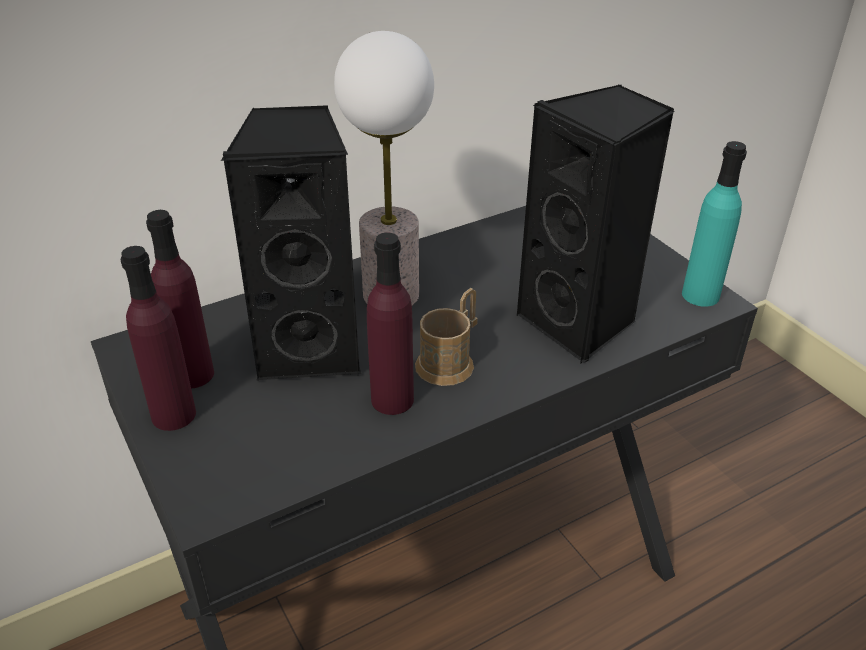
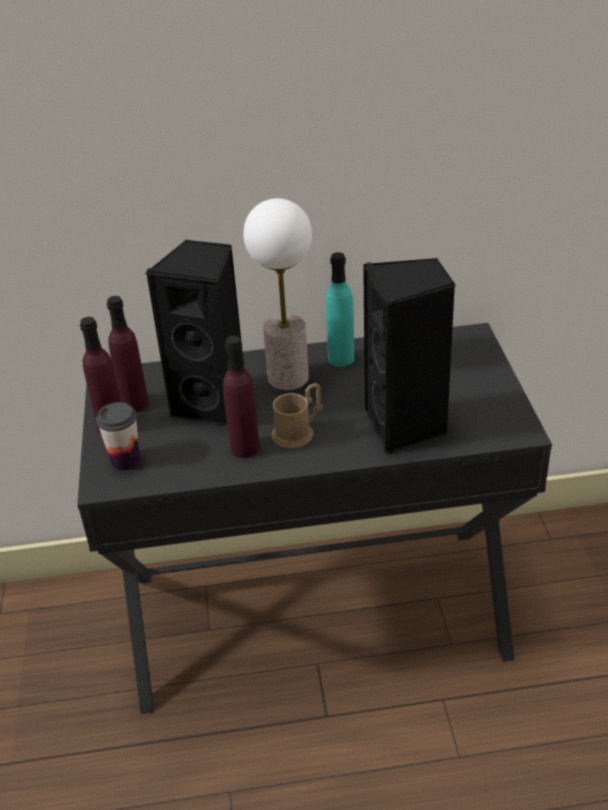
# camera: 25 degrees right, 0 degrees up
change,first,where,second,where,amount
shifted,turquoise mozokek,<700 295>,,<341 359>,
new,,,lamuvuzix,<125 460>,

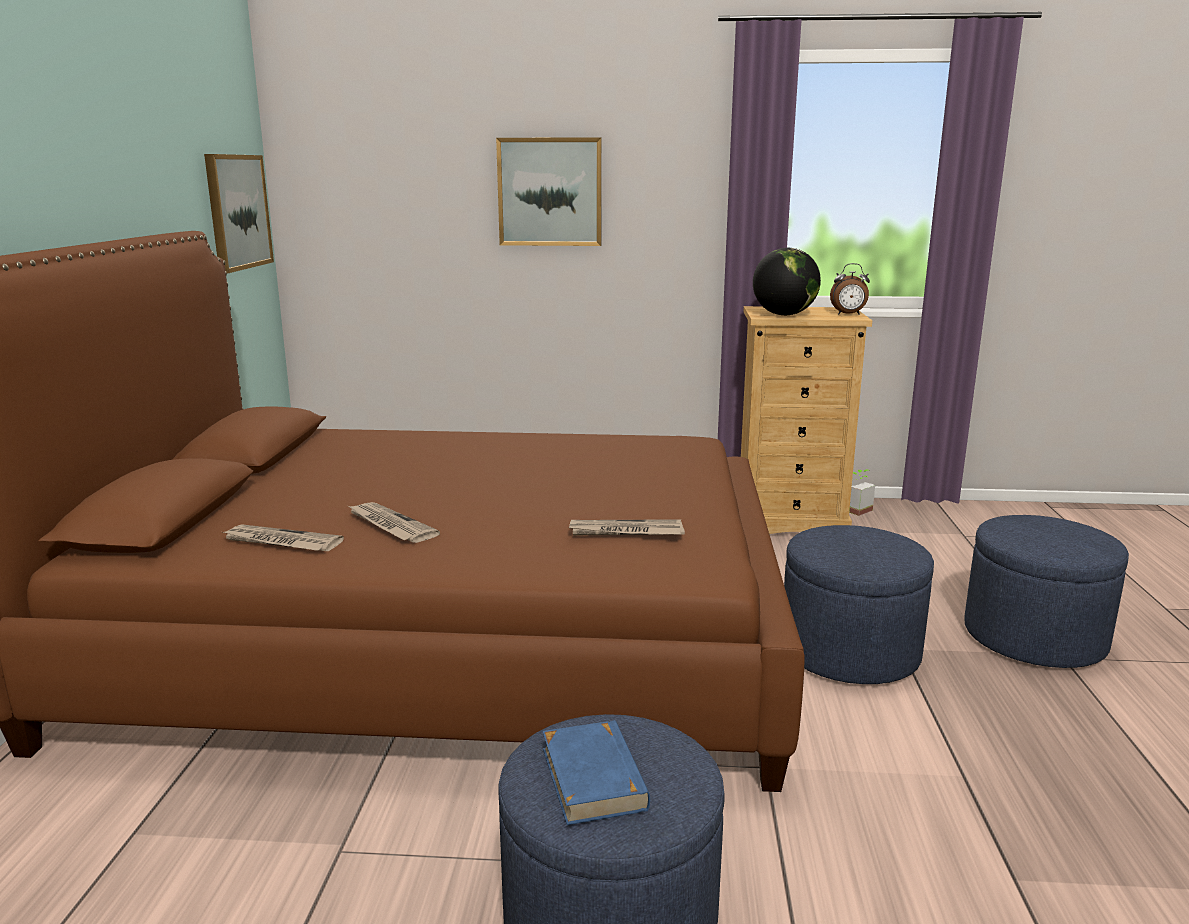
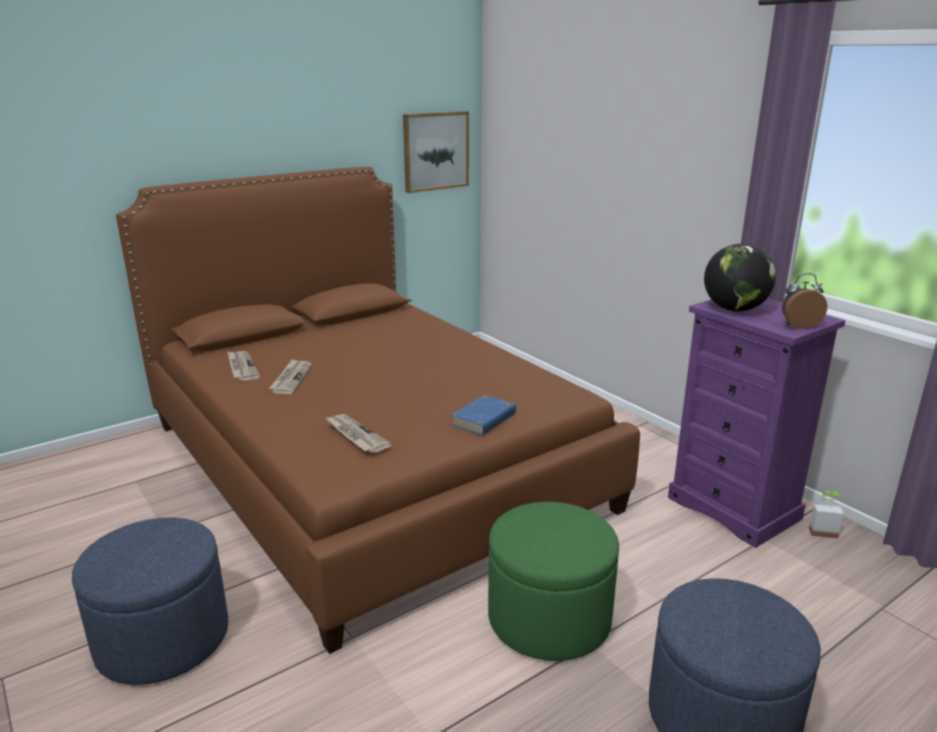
# camera: 50 degrees right, 5 degrees up
change,first,where,second,where,amount
gone,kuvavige,<550 192>,,,
shifted,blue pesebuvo,<594 778>,,<484 419>,
repainted,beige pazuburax,<790 521>,purple pazuburax,<734 508>,
repainted,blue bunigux,<849 651>,green bunigux,<549 618>,
rotated,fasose,<848 314>,,<798 326>,120 degrees clockwise

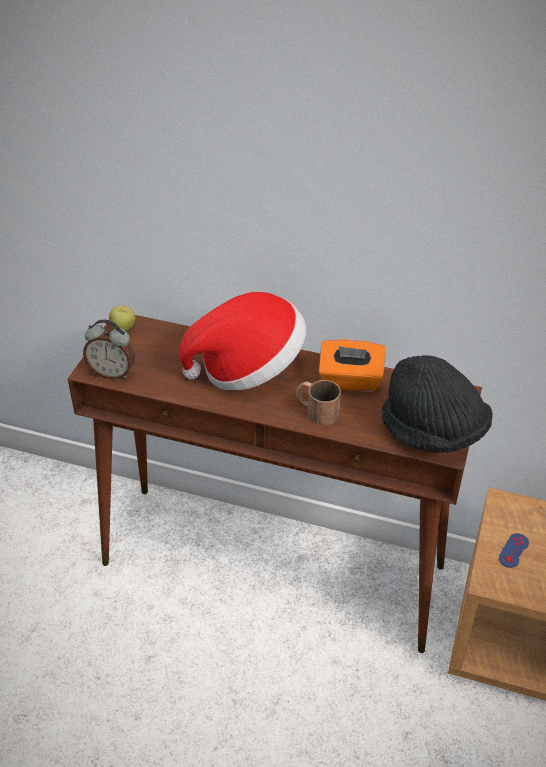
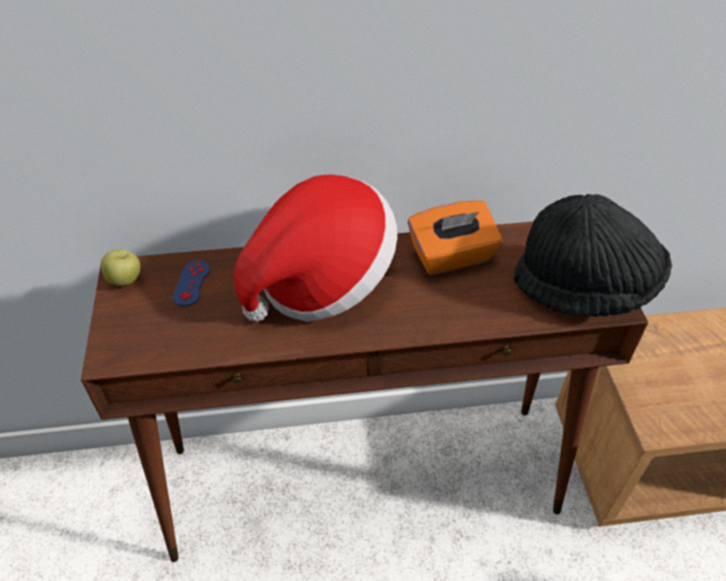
# camera: 25 degrees left, 5 degrees up
change,first,where,second,where,amount
gone,fasose,<112 373>,,,
gone,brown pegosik,<316 410>,,,
shifted,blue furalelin,<513 550>,,<191 283>,

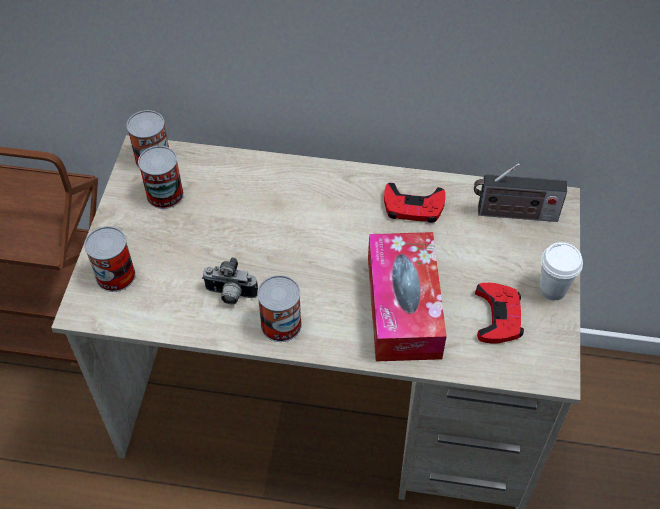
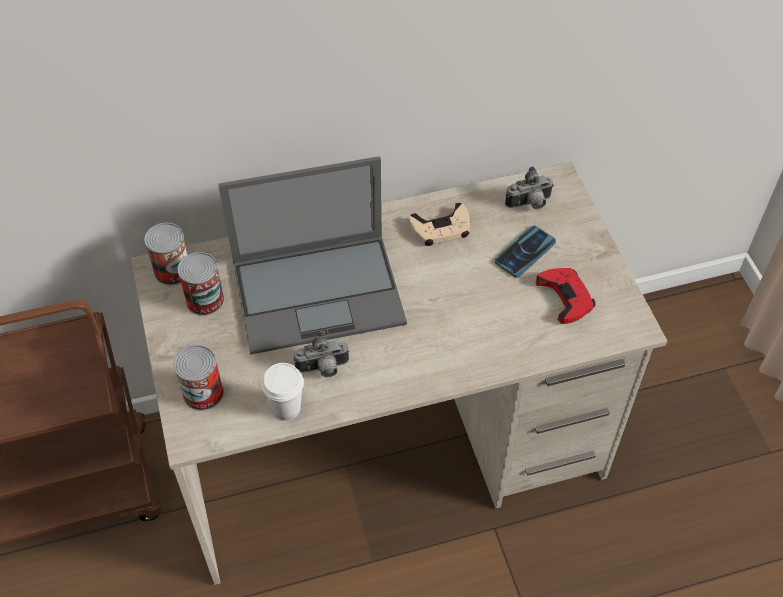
# camera: 25 degrees left, 0 degrees up
change,first,where,second,where,amount
gone,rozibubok,<281 324>,,,
gone,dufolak,<403 307>,,,
repainted,red furalelin,<413 207>,beige furalelin,<441 229>,
swapped,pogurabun,<513 214>,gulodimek,<529 204>,
shifted,white lamuvuzix,<552 289>,,<286 408>,
new,,,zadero,<320 292>,
new,,,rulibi,<525 252>,

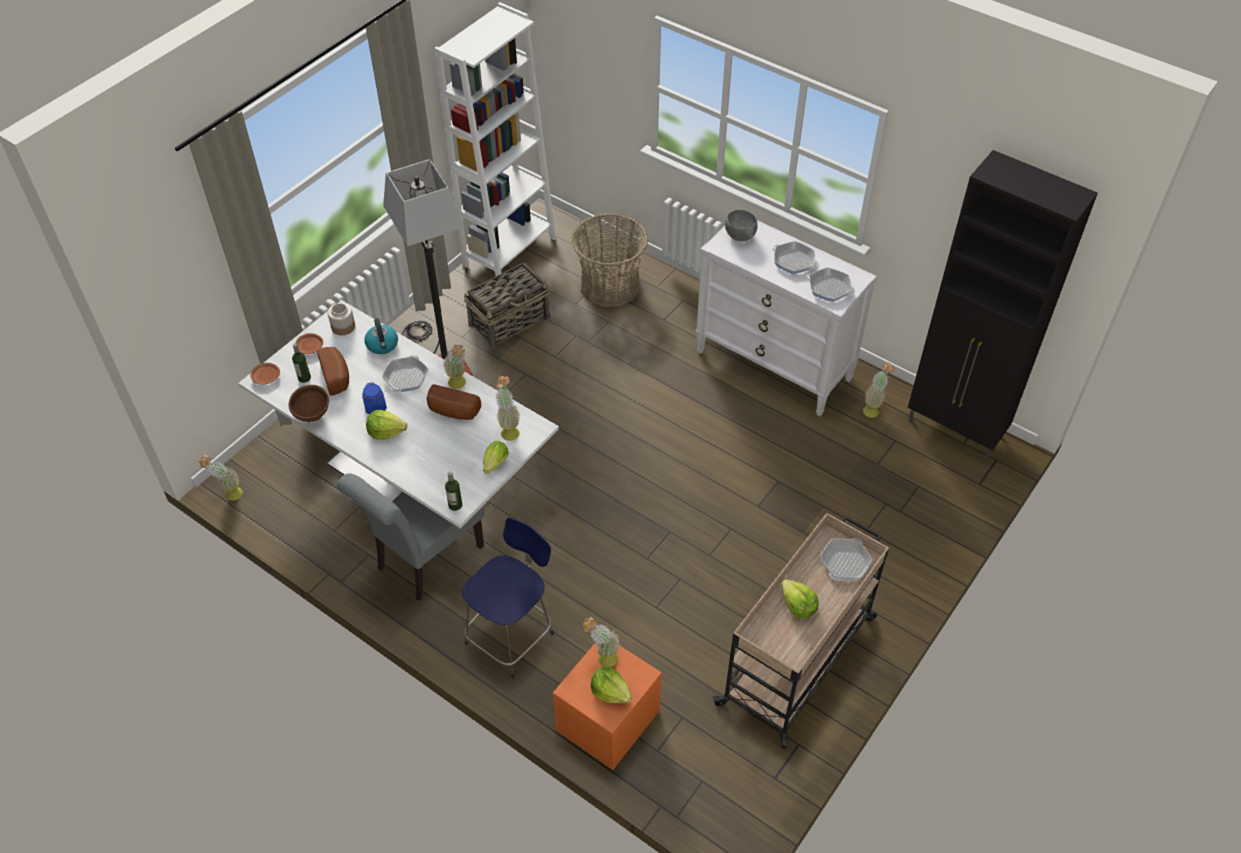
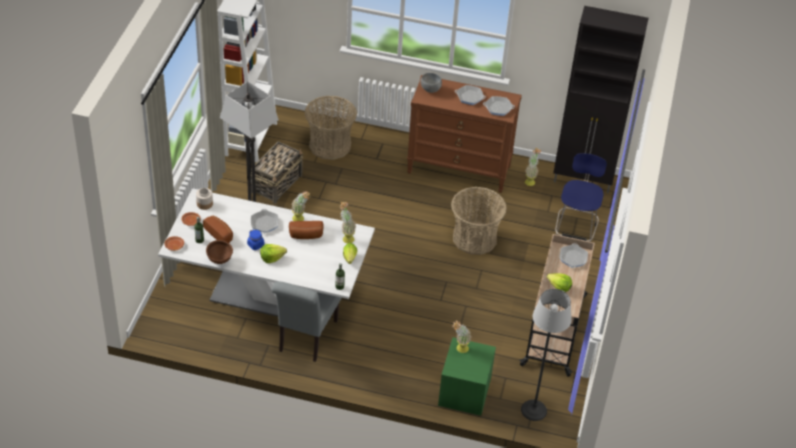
# camera: 25 degrees left, 5 degrees down
change,first,where,second,where,amount
gone,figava,<229 494>,,,
gone,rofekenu,<382 345>,,,
shifted,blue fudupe,<512 636>,,<575 232>,
repainted,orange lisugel,<607 721>,green lisugel,<464 392>,
gone,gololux,<610 691>,,,
repainted,white pazuburax,<774 365>,brown pazuburax,<459 169>,
new,,,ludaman,<474 238>,
new,,,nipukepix,<533 410>,

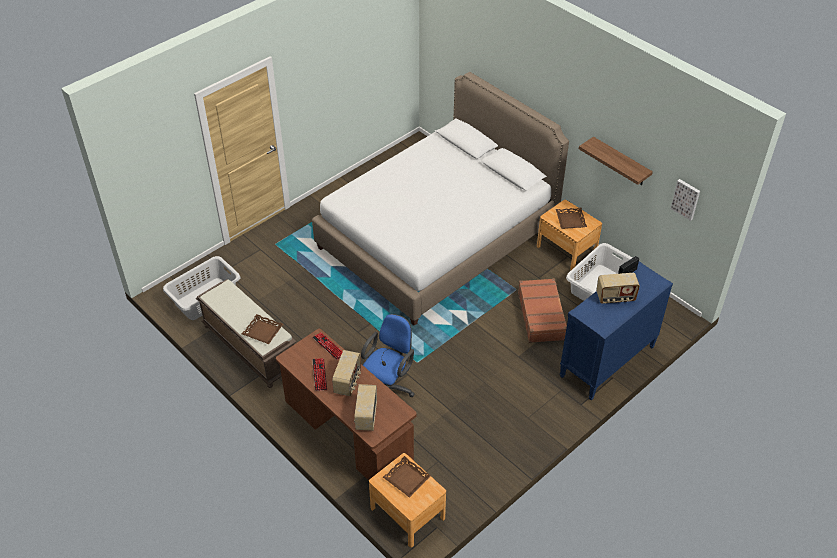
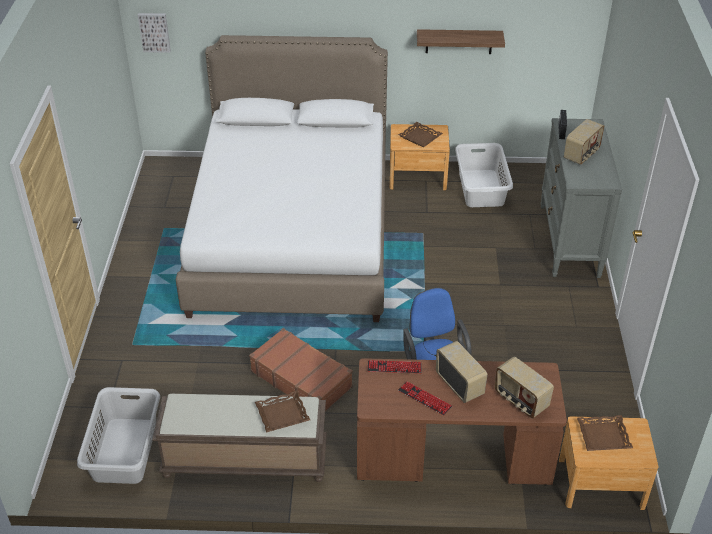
# camera: 45 degrees left, 5 degrees down
change,first,where,second,where,amount
shifted,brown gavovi,<541 316>,,<301 379>,
repainted,blue pazuburax,<607 362>,grey pazuburax,<570 241>,
shifted,kuvavige,<686 199>,,<154 32>,

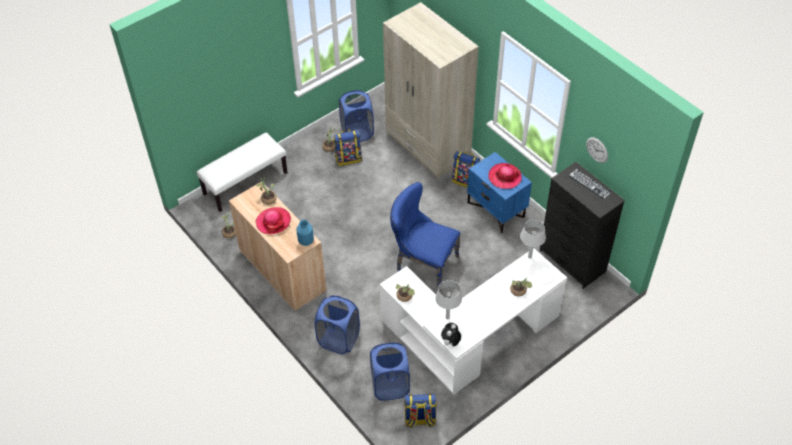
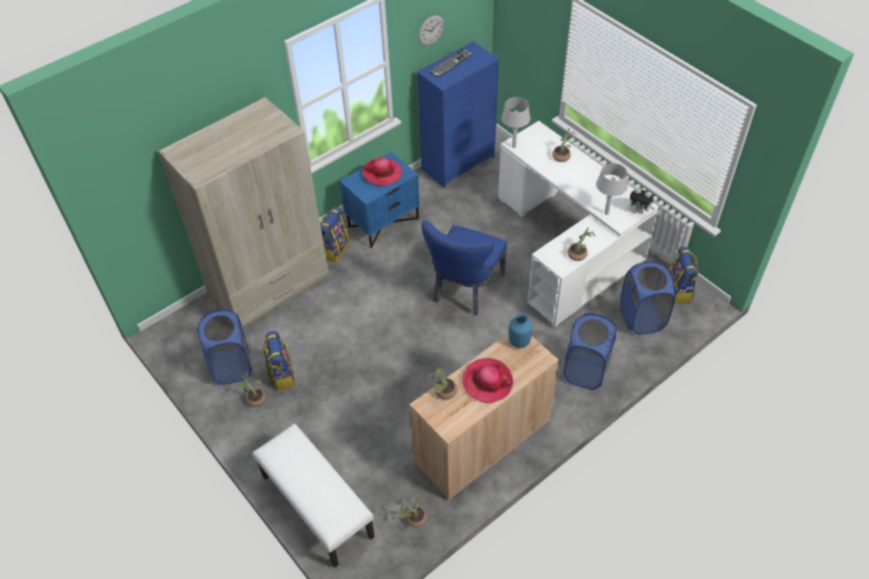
# camera: 90 degrees left, 0 degrees up
change,first,where,second,where,amount
repainted,black pazuburax,<573 261>,blue pazuburax,<459 163>,

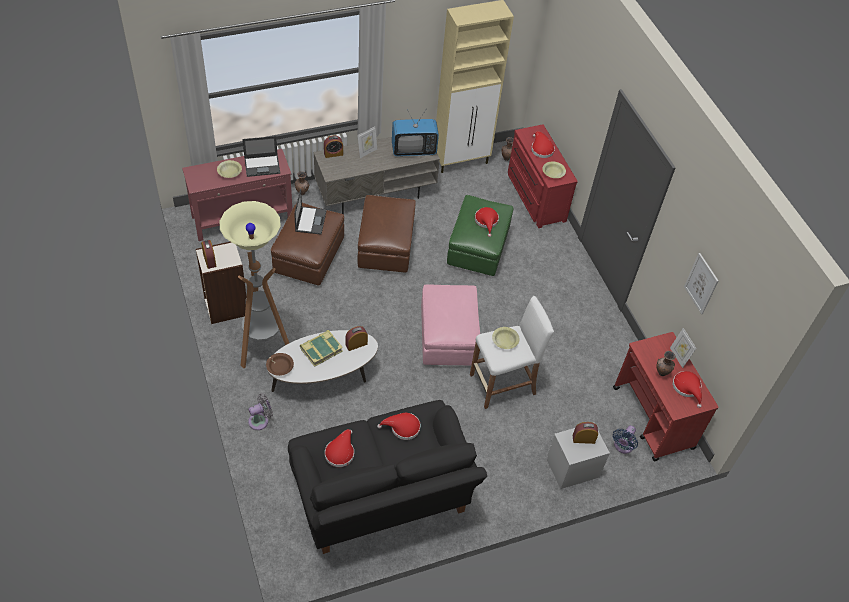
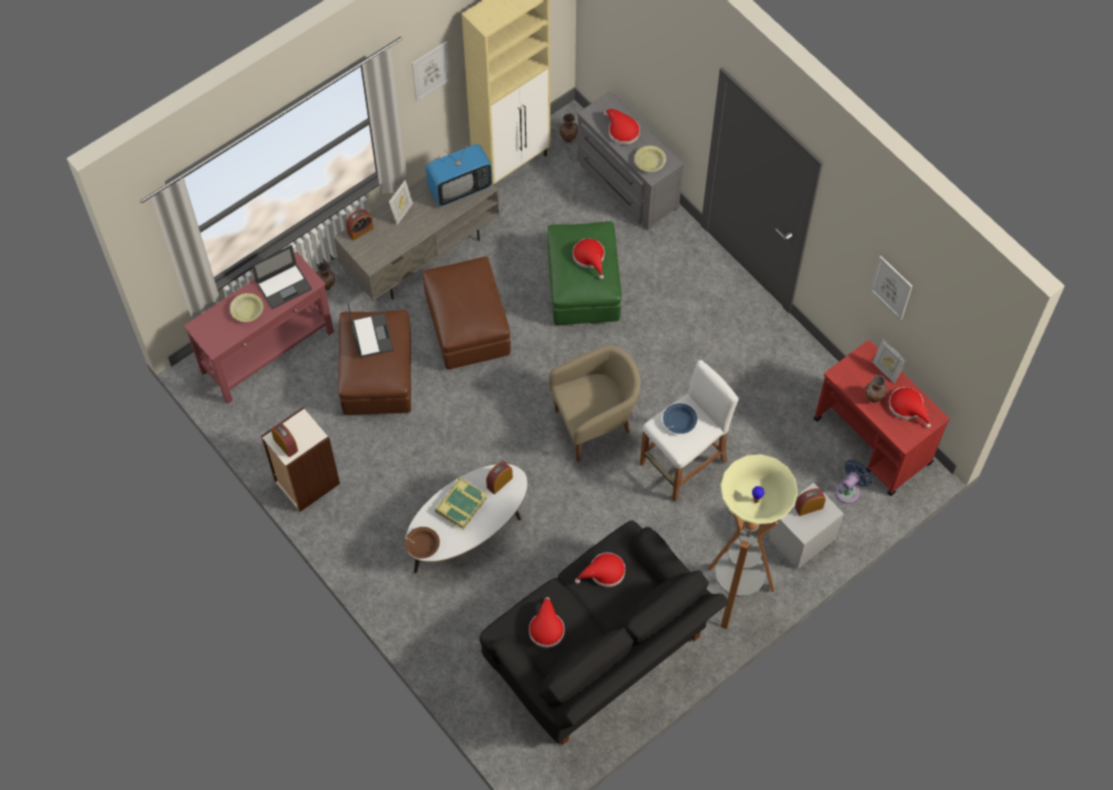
# camera: 15 degrees left, 10 degrees up
change,first,where,second,where,amount
shifted,nipukepix,<264 349>,,<735 594>,
gone,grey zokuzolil,<260 420>,,,
swapped,pink bunigux,<448 338>,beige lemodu,<595 425>,
repainted,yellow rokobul,<505 340>,blue rokobul,<679 421>,
repainted,red pazuburax,<534 197>,grey pazuburax,<625 185>,
rotated,blue zokuzolil,<622 446>,,<849 490>,150 degrees counterclockwise
new,,,kuvavige,<430 71>,

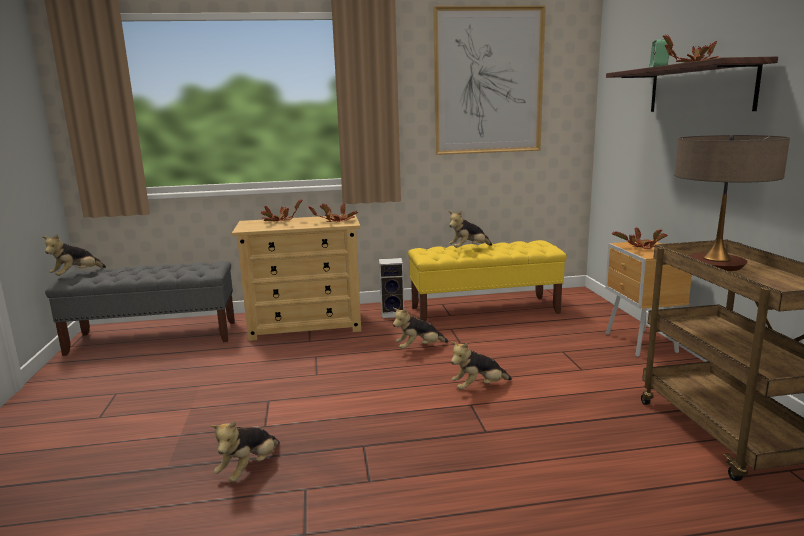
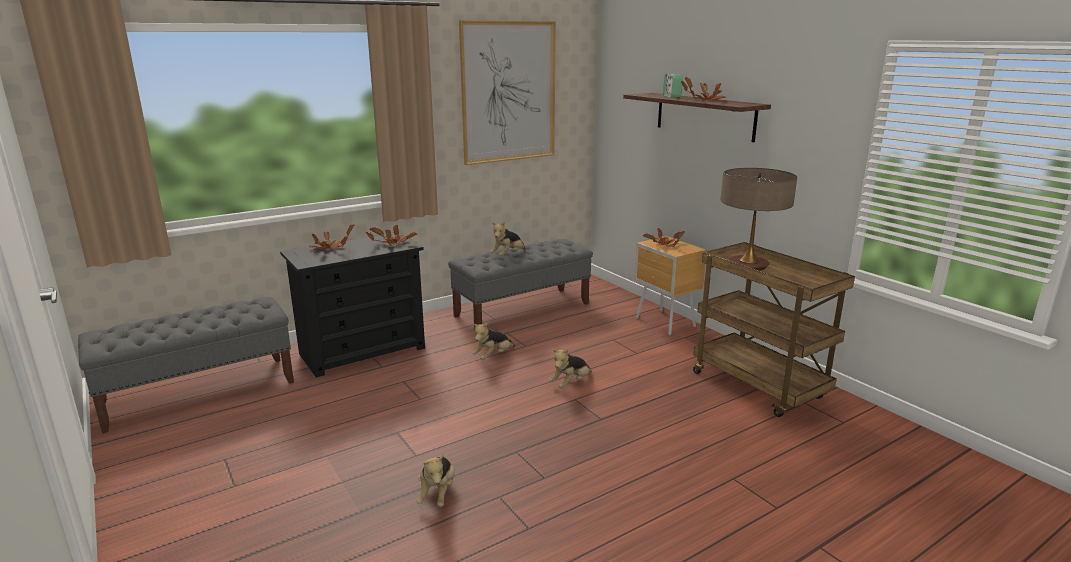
# camera: 25 degrees left, 5 degrees up
change,first,where,second,where,amount
gone,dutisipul,<77 275>,,,
repainted,beige pazuburax,<306 325>,black pazuburax,<363 351>,
gone,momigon,<393 313>,,,
repainted,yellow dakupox,<484 310>,grey dakupox,<522 309>,

